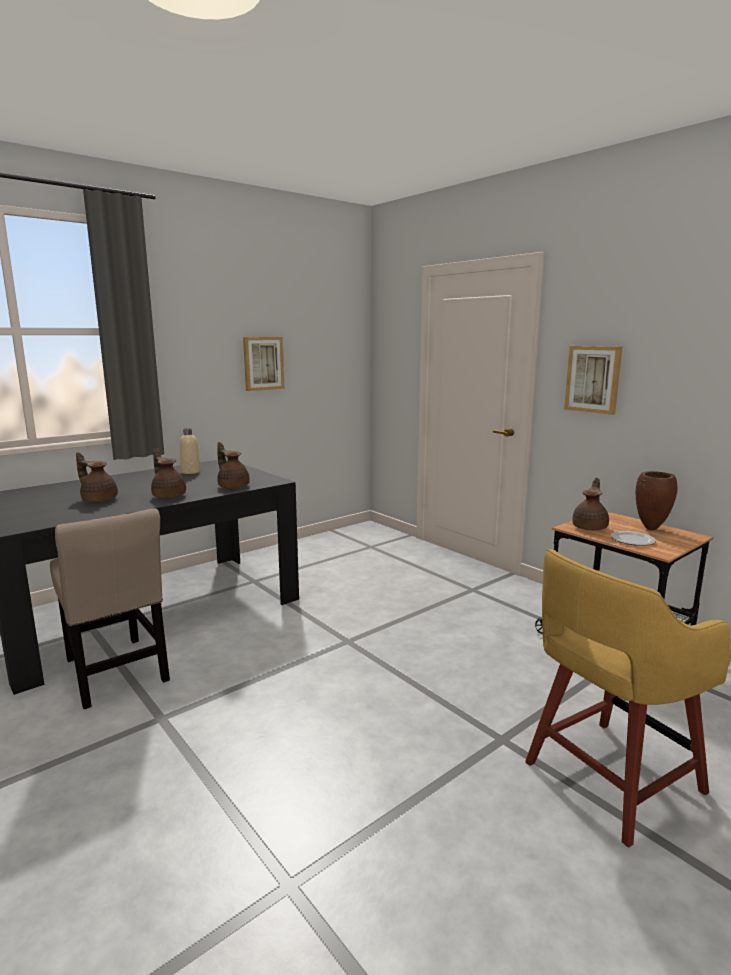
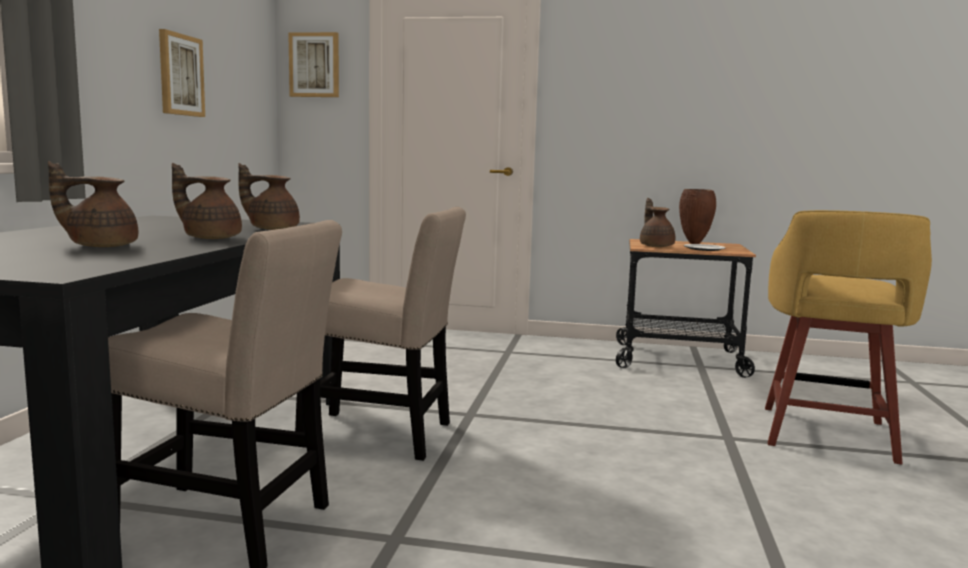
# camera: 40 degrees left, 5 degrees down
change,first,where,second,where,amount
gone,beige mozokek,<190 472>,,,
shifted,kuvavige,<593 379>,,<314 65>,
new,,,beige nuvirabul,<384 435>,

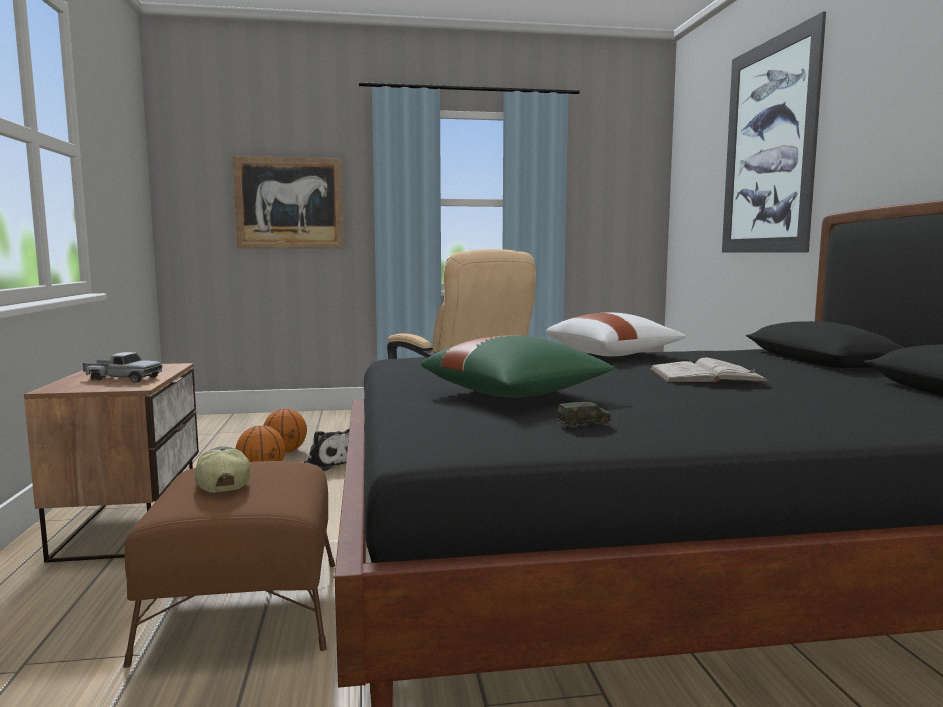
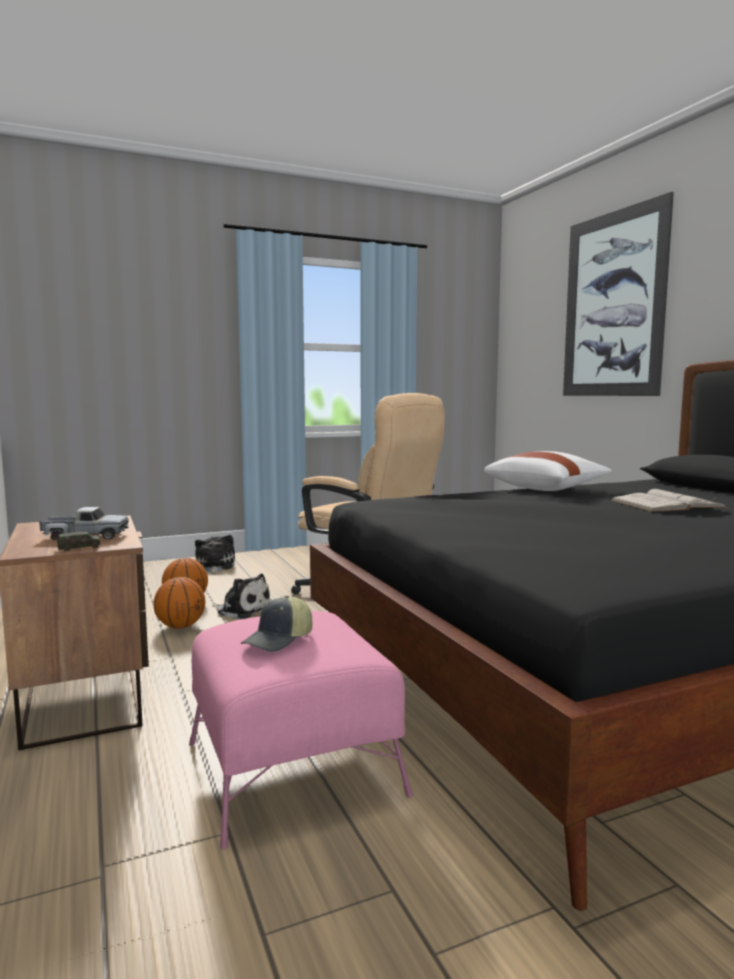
# camera: 15 degrees left, 0 degrees up
change,first,where,second,where,amount
repainted,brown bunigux,<242 609>,pink bunigux,<292 769>,
rotated,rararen,<221 484>,,<279 640>,105 degrees counterclockwise
gone,kuvavige,<289 203>,,,
gone,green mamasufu,<516 395>,,,
shifted,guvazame,<583 423>,,<79 548>,
new,,,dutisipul,<214 566>,

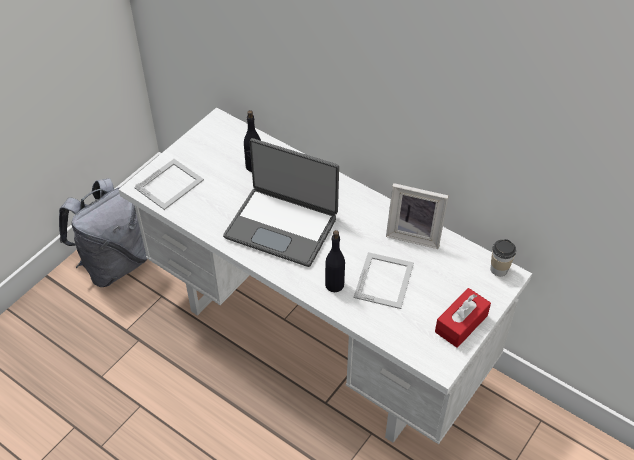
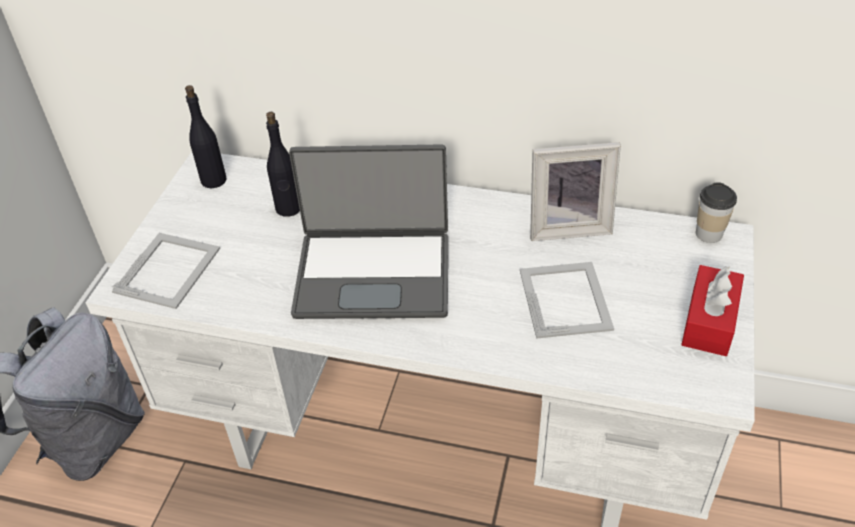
# camera: 20 degrees left, 5 degrees down
change,first,where,second,where,amount
shifted,black mozokek,<334 284>,,<214 180>,

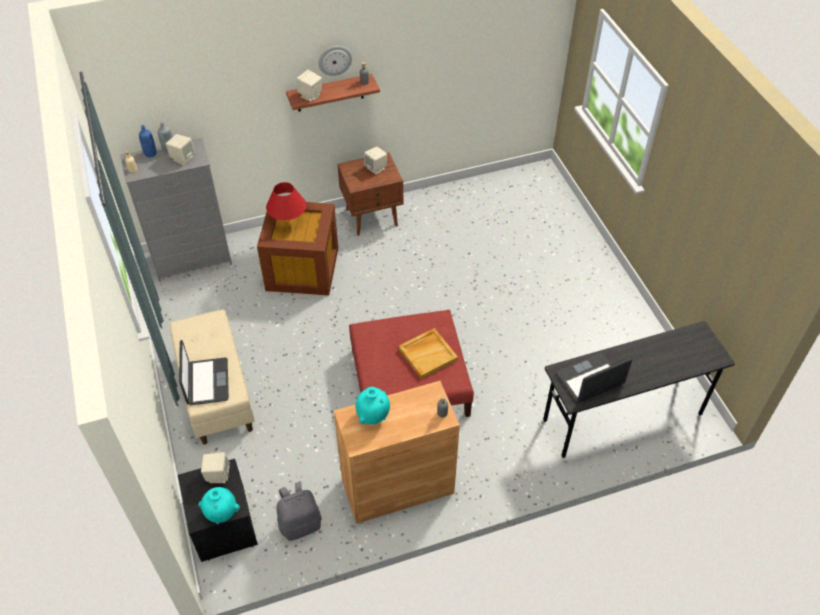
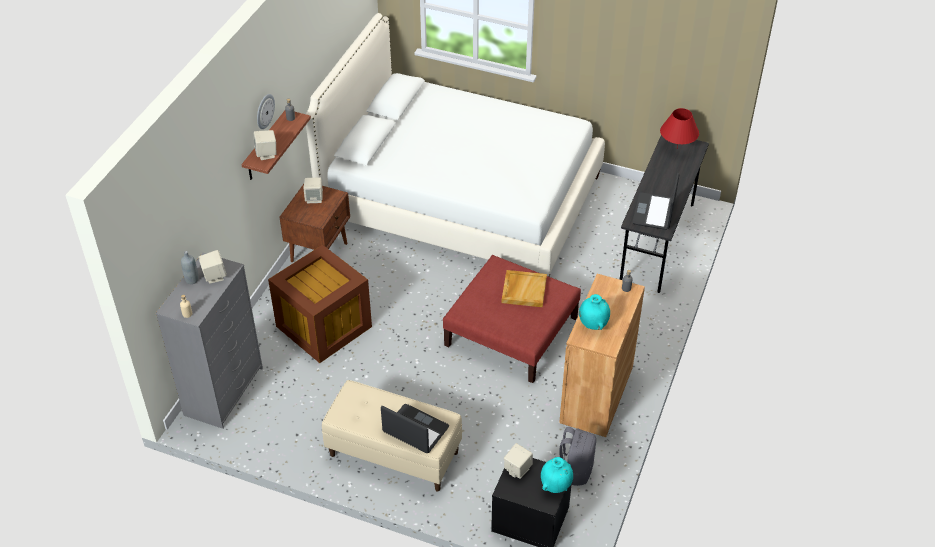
# camera: 50 degrees left, 5 degrees down
change,first,where,second,where,amount
gone,blue mozokek,<150 153>,,,
shifted,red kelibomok,<288 221>,,<676 148>,
new,,,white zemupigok,<461 199>,

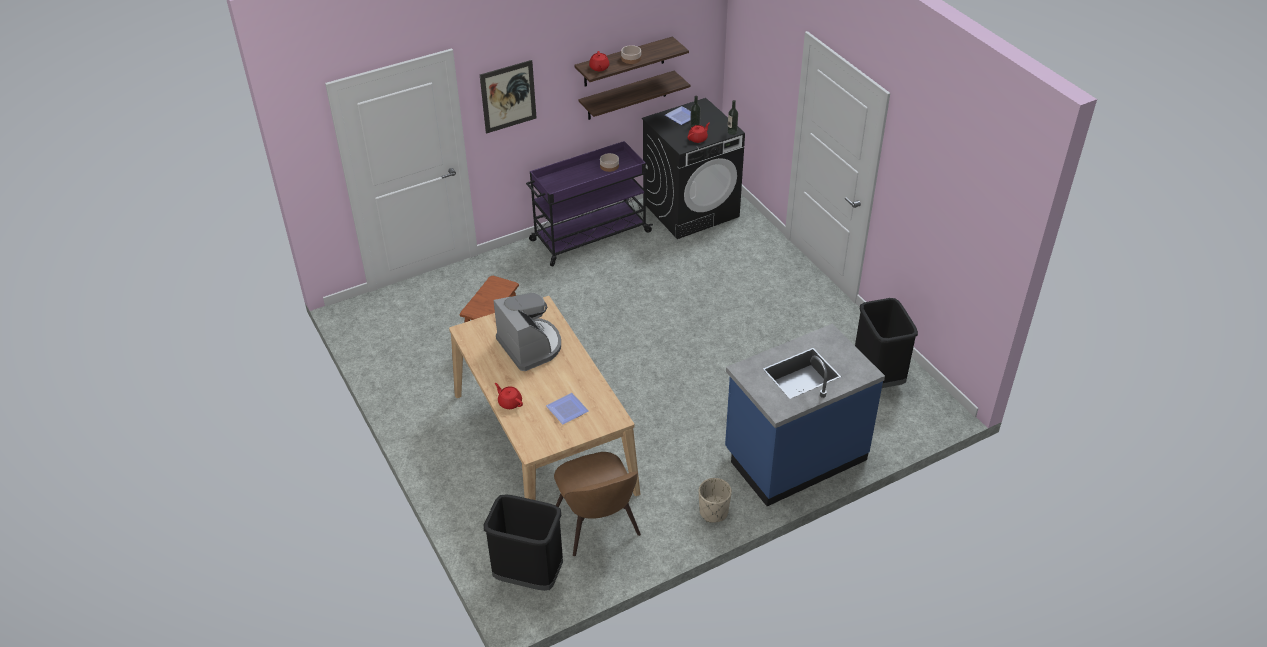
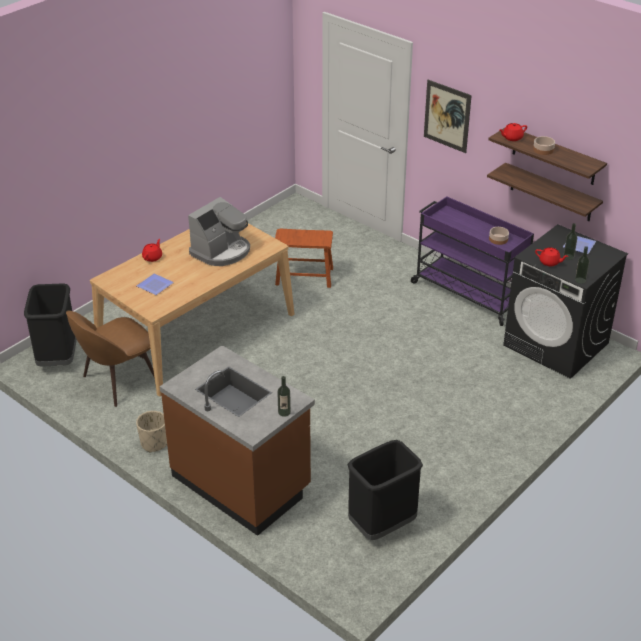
# camera: 70 degrees right, 5 degrees down
change,first,where,second,where,amount
repainted,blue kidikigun,<794 455>,brown kidikigun,<242 482>,
new,,,mozokek,<284 412>,

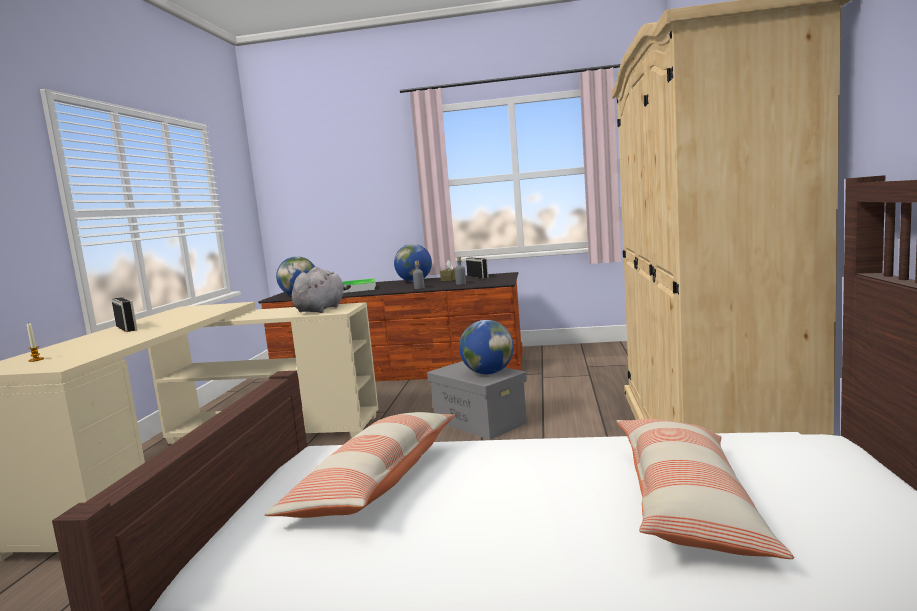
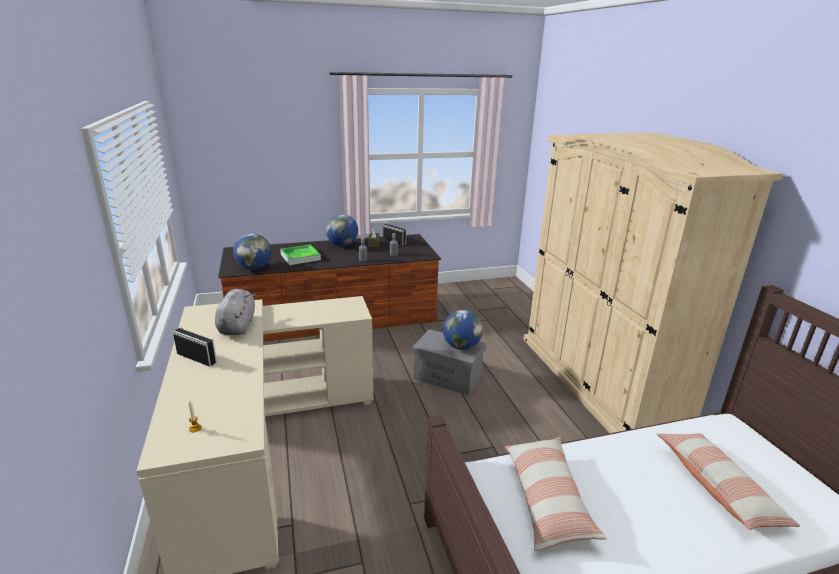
# camera: 25 degrees left, 15 degrees up
change,first,where,second,where,amount
shifted,grey dutisipul,<321 309>,,<237 325>,

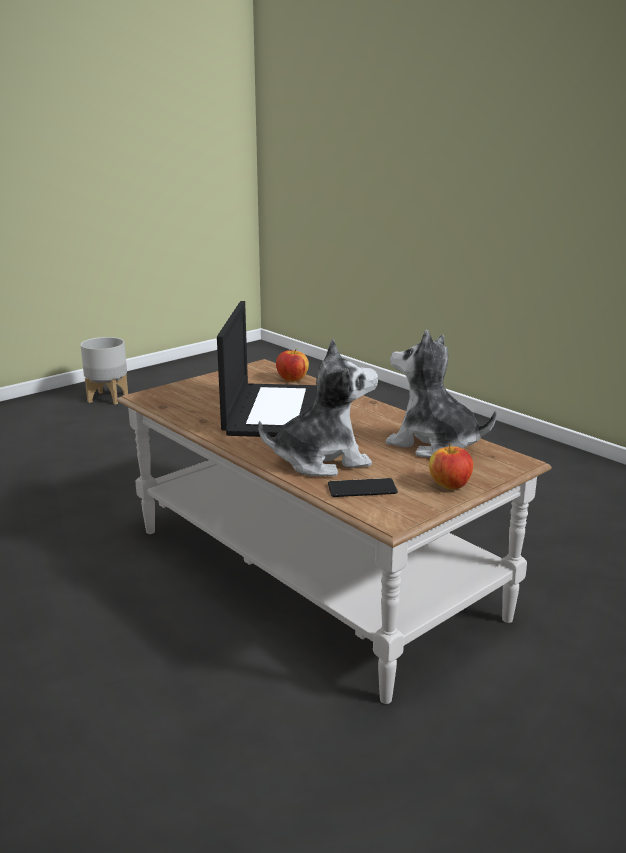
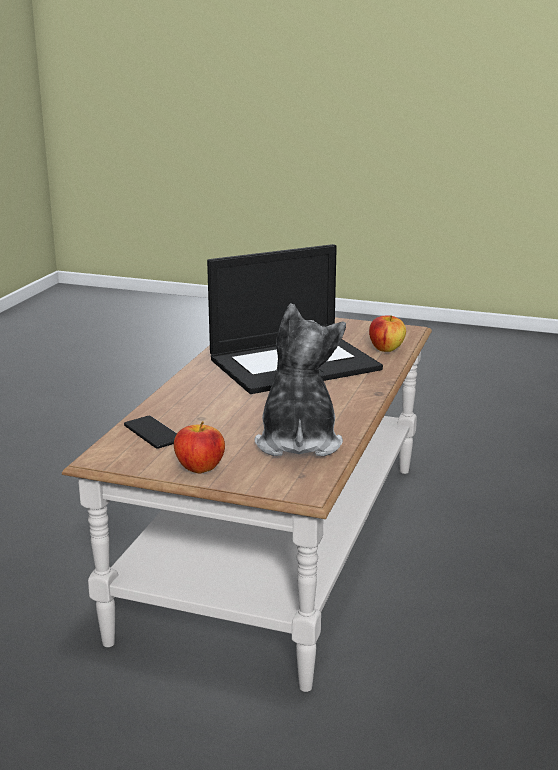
# camera: 60 degrees right, 0 degrees up
change,first,where,second,where,amount
gone,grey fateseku,<107 398>,,,
gone,dutisipul,<321 460>,,,

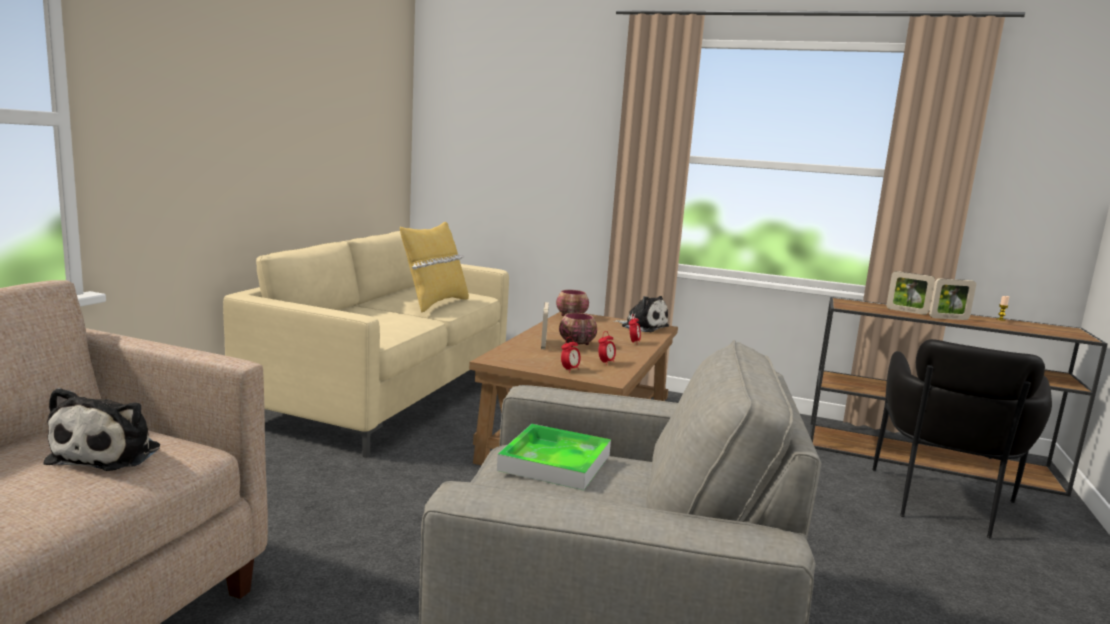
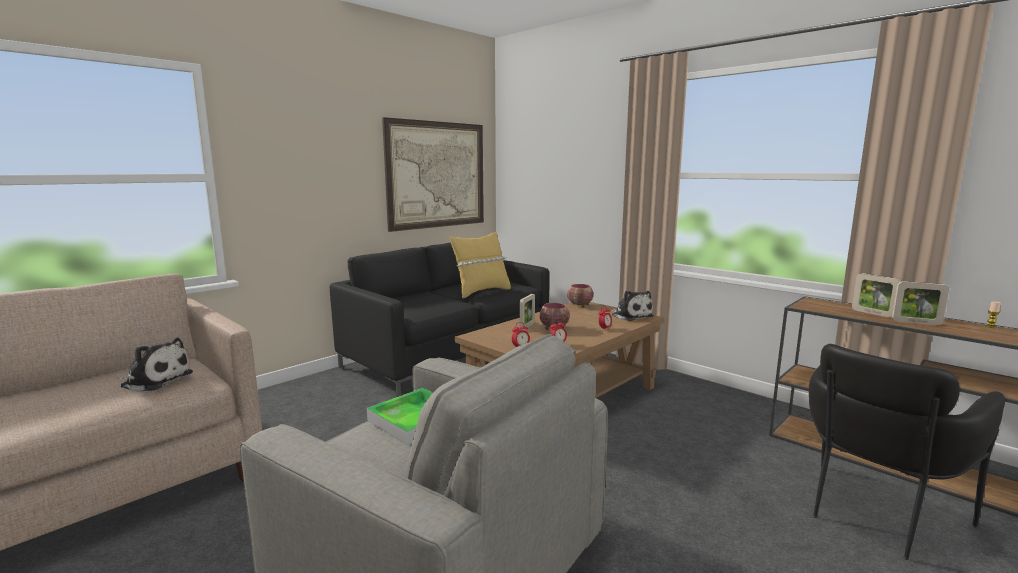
# camera: 25 degrees right, 0 degrees up
change,first,where,second,where,amount
rotated,dutisipul,<110 454>,,<155 380>,105 degrees counterclockwise
repainted,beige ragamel,<384 395>,black ragamel,<448 356>,
new,,,kuvavige,<437 175>,

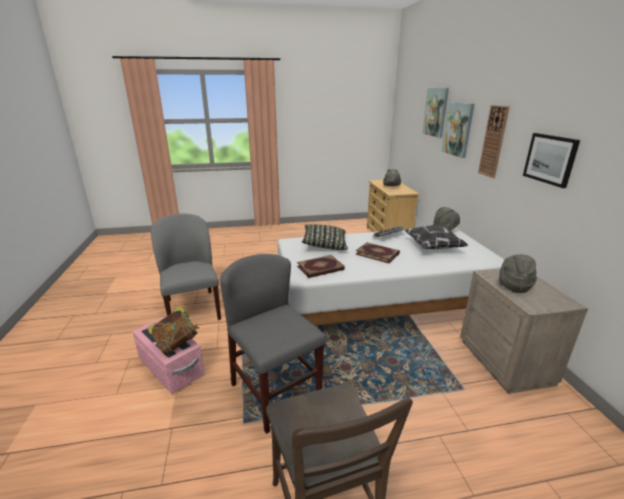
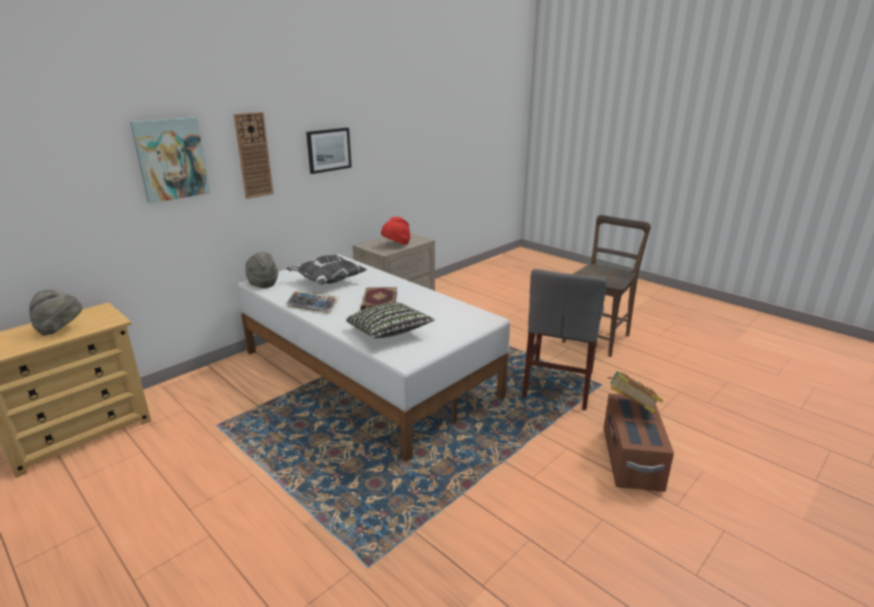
# camera: 125 degrees left, 0 degrees up
change,first,where,second,where,amount
repainted,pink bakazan,<171 367>,brown bakazan,<631 460>,
gone,grey nuvirabul,<193 309>,,,
gone,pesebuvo,<320 268>,,,
gone,kuvavige,<436 112>,,,
repainted,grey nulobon,<513 286>,red nulobon,<396 245>,

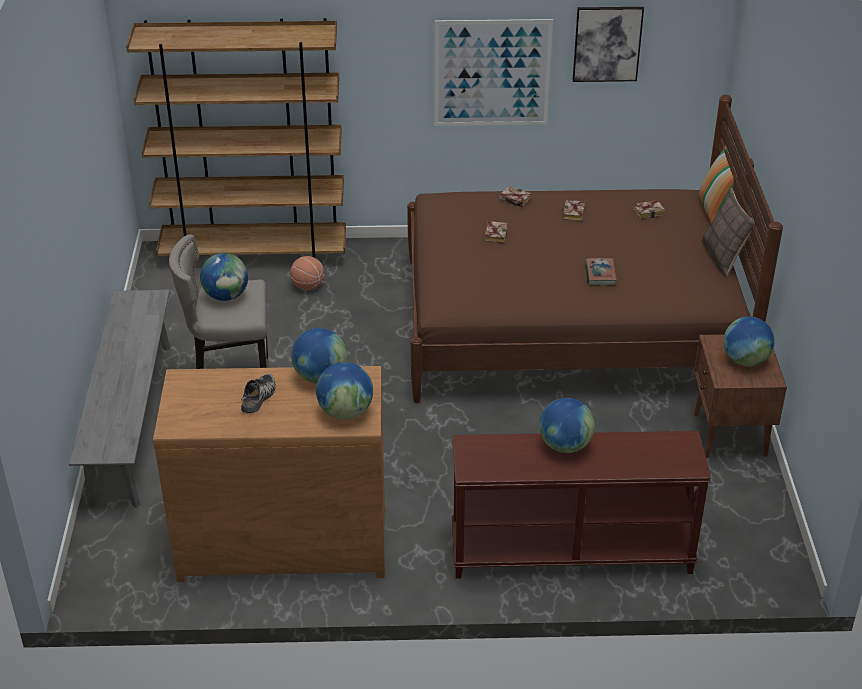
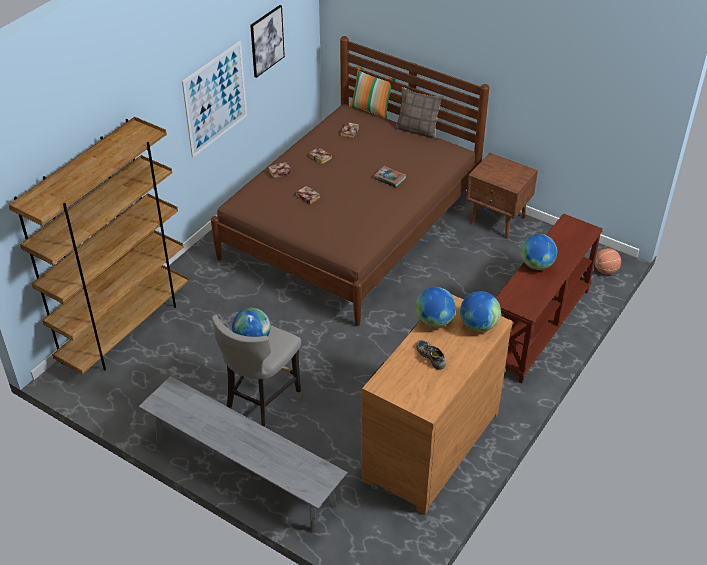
# camera: 55 degrees left, 5 degrees up
change,first,where,second,where,amount
shifted,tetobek,<308 286>,,<605 270>,
gone,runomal,<745 361>,,,

